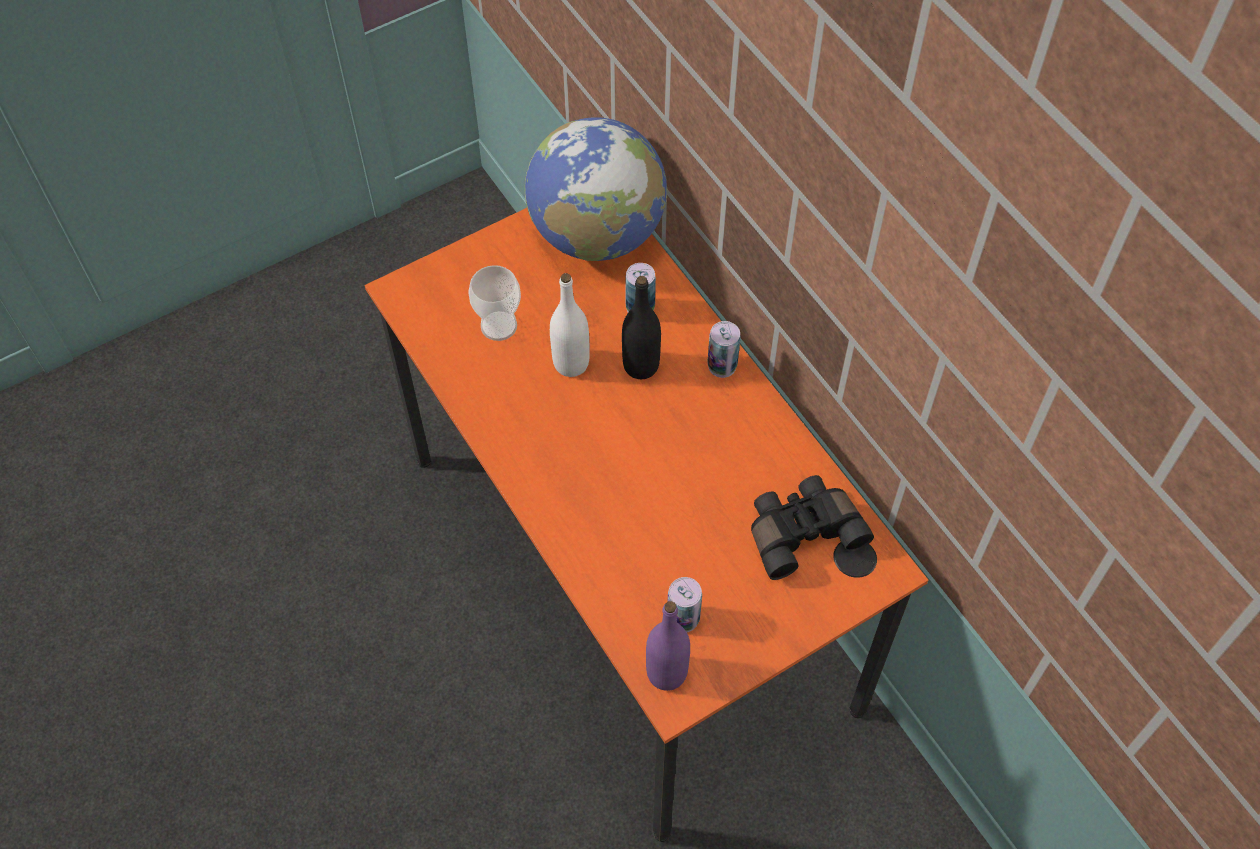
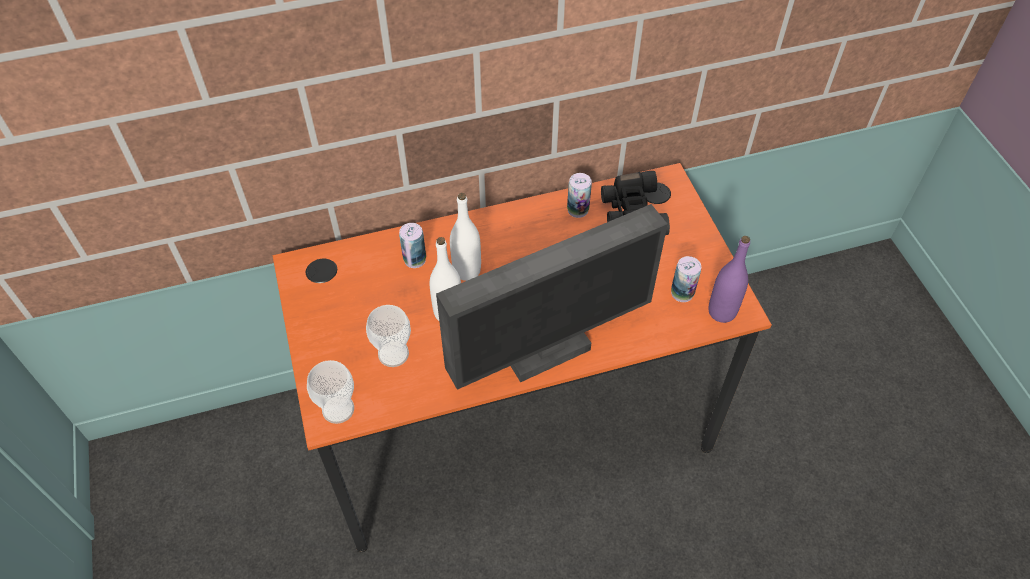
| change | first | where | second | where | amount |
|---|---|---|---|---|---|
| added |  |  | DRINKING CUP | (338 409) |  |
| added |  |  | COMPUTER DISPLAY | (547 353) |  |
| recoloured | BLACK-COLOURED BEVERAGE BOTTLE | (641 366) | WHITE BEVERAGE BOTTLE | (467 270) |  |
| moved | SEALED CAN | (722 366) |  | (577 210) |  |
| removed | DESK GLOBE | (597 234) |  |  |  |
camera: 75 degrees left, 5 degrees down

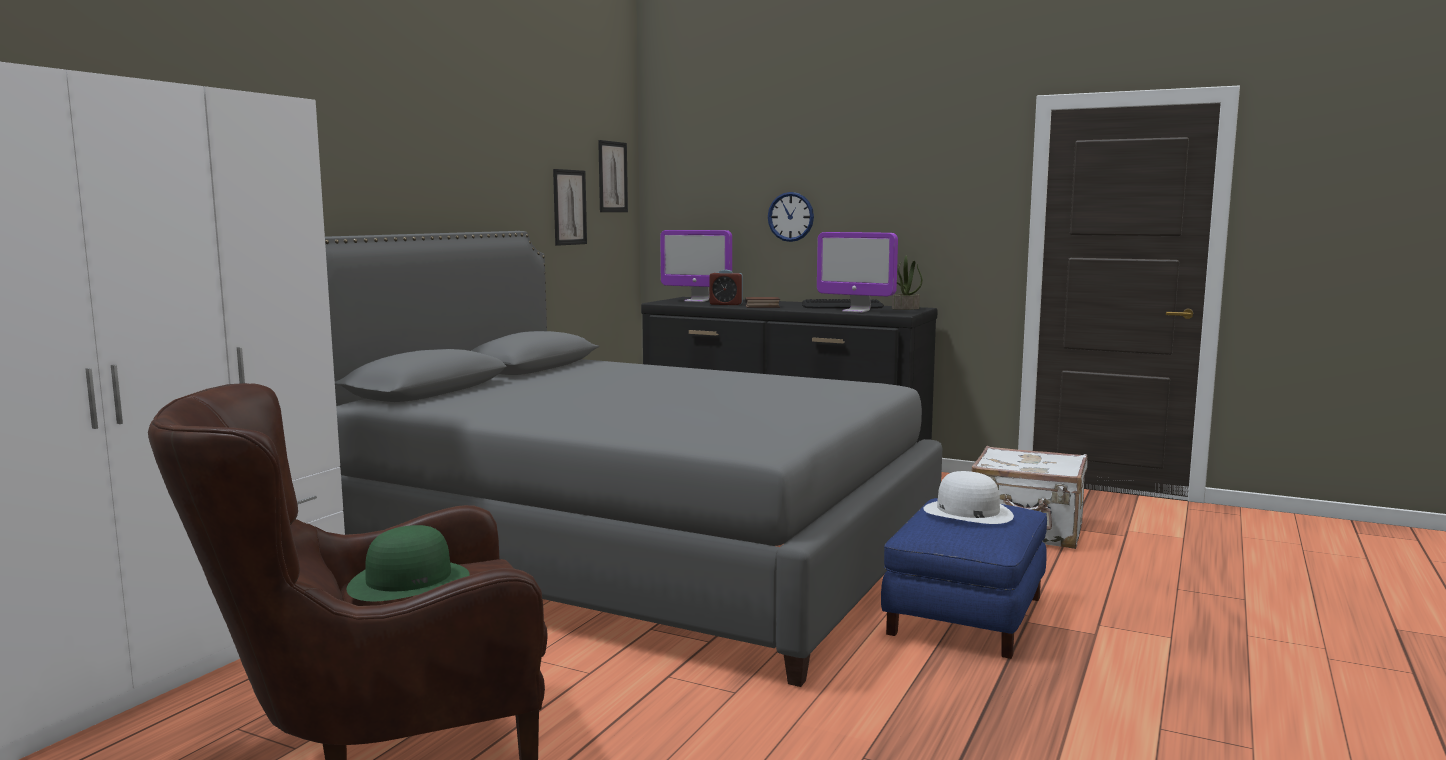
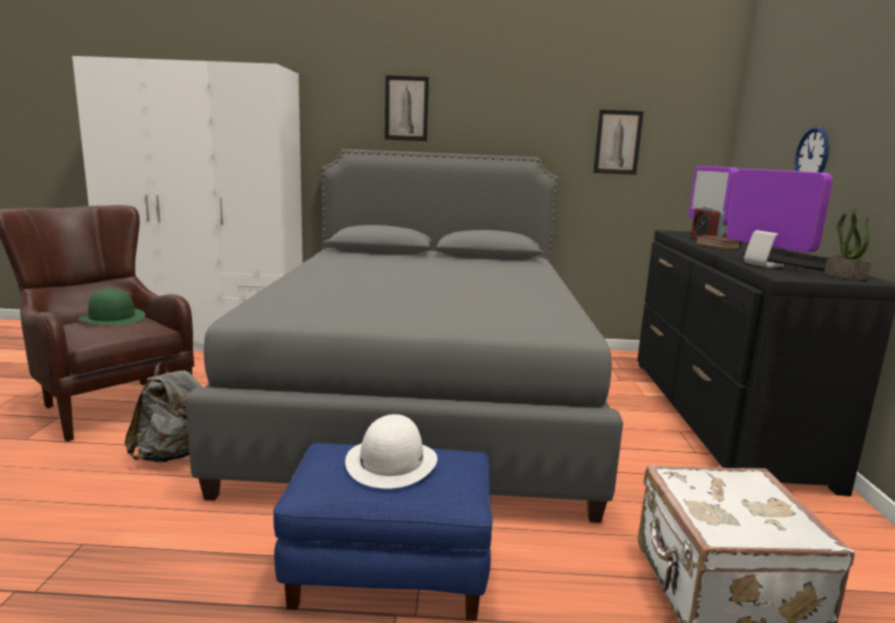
| change | first | where | second | where | amount |
|---|---|---|---|---|---|
| added |  |  | GREY RUCKSACK | (175 455) |  |
| moved | PICTURE | (612 177) |  | (406 108) |  |
| turned | COMPUTER DISPLAY | (856 311) |  | (763 265) | 150 degrees clockwise |
camera: 65 degrees right, 5 degrees up

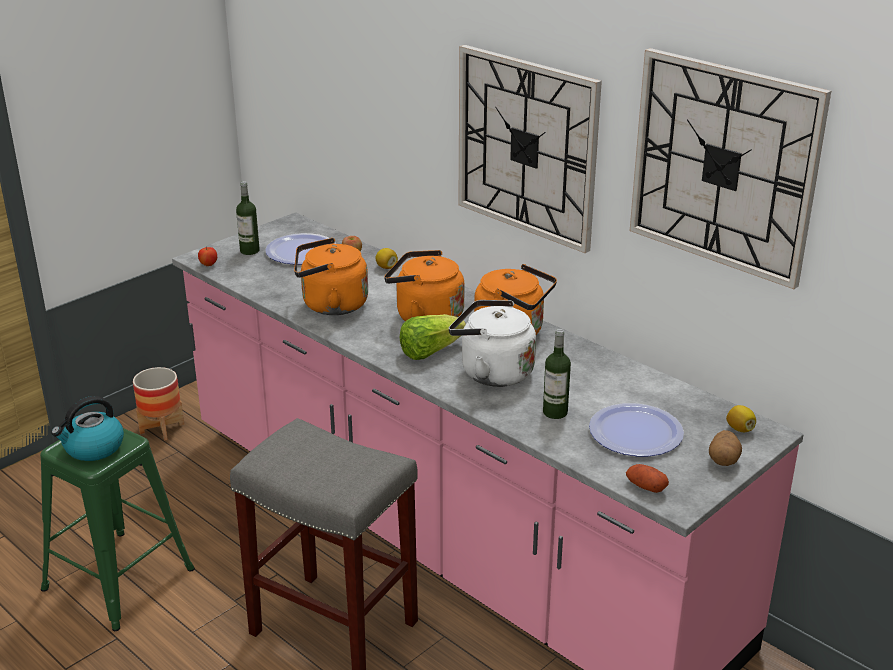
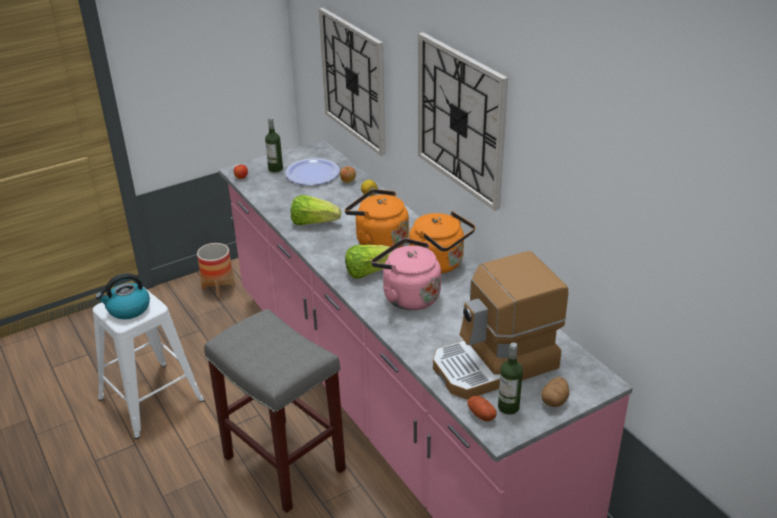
| change | first | where | second | where | amount |
|---|---|---|---|---|---|
| recoloured | GREEN-COLOURED STOOL SEAT | (120 578) | WHITE STOOL SEAT | (152 399) |  |
| replaced | ORANGEY KETTLE | (330 305) | HEAD OF LETTUCE | (313 222) |  |
| moved | HANGING CLOCK | (723 166) |  | (354 80) |  |
| recoloured | WHITE KETTLE | (492 372) | PINK-COLOURED KETTLE | (407 296) |  |
| replaced | FLAT DISH | (636 432) | COFFEE MAKER | (495 365) |  |
| moved | BEVERAGE BOTTLE | (555 412) |  | (508 407) |  |
| removed | CITRUS FRUIT | (739 429) |  |  |  |
camera: 15 degrees right, 5 degrees up

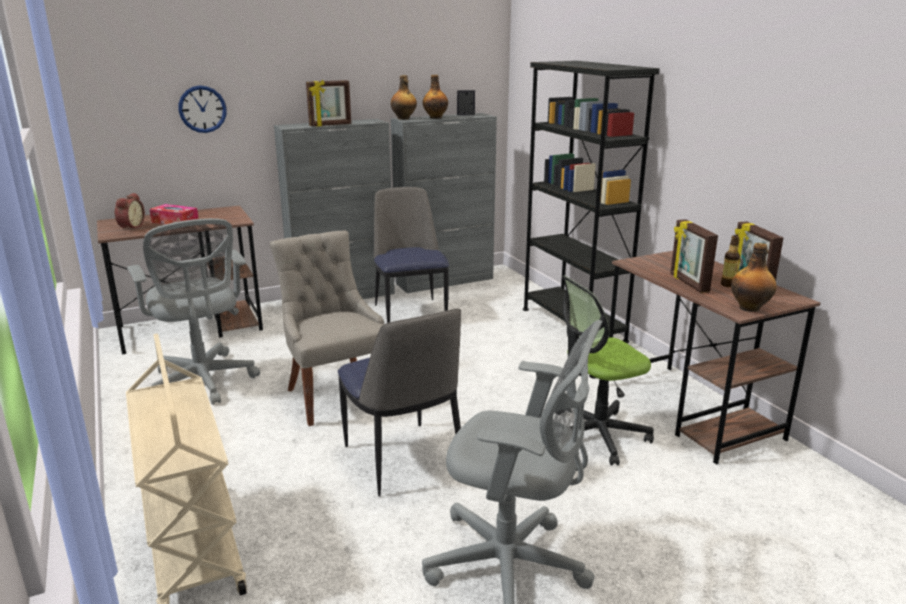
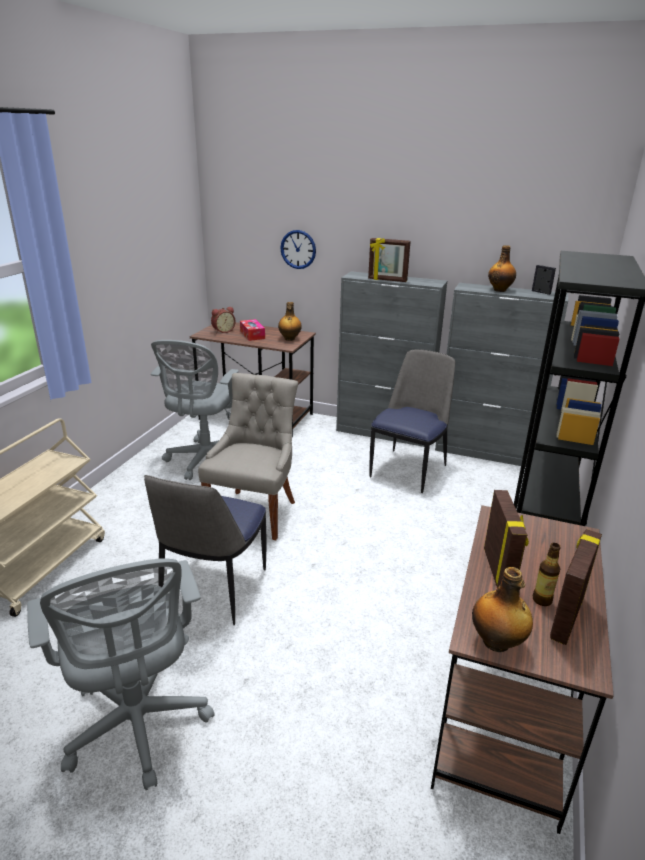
| change | first | where | second | where | amount |
|---|---|---|---|---|---|
| moved | BEVERAGE BOTTLE | (403 118) |  | (289 339) |  |
| turned | PHOTO FRAME | (688 283) |  | (499 572) | 150 degrees clockwise |
| removed | DESK CHAIR | (596 434) |  |  |  |
camera: 45 degrees right, 5 degrees up

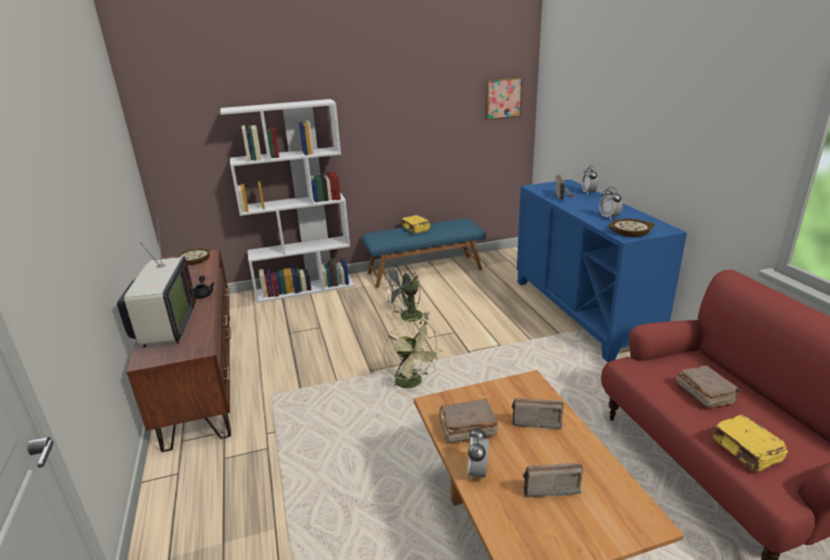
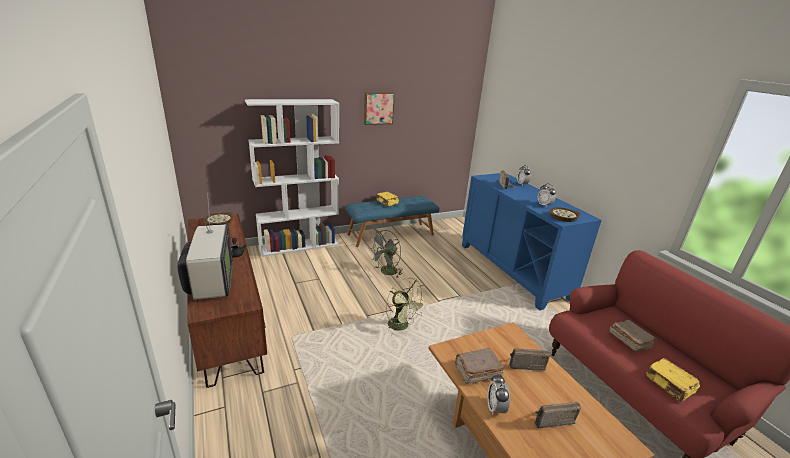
| change | first | where | second | where | amount |
|---|---|---|---|---|---|
| moved | PICTURE | (502 98) |  | (378 108) |  |
camera: 10 degrees left, 0 degrees up

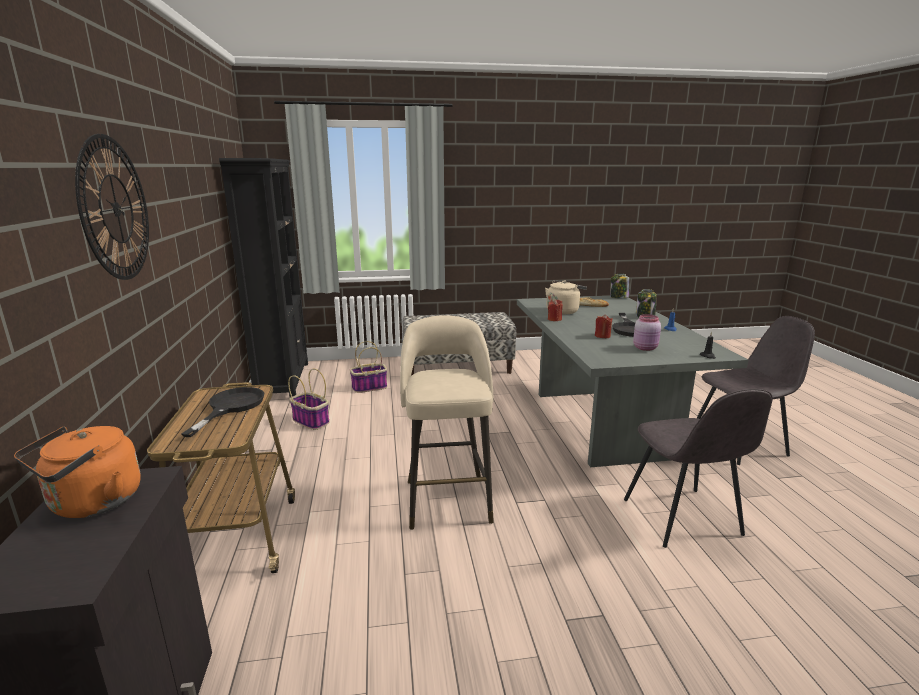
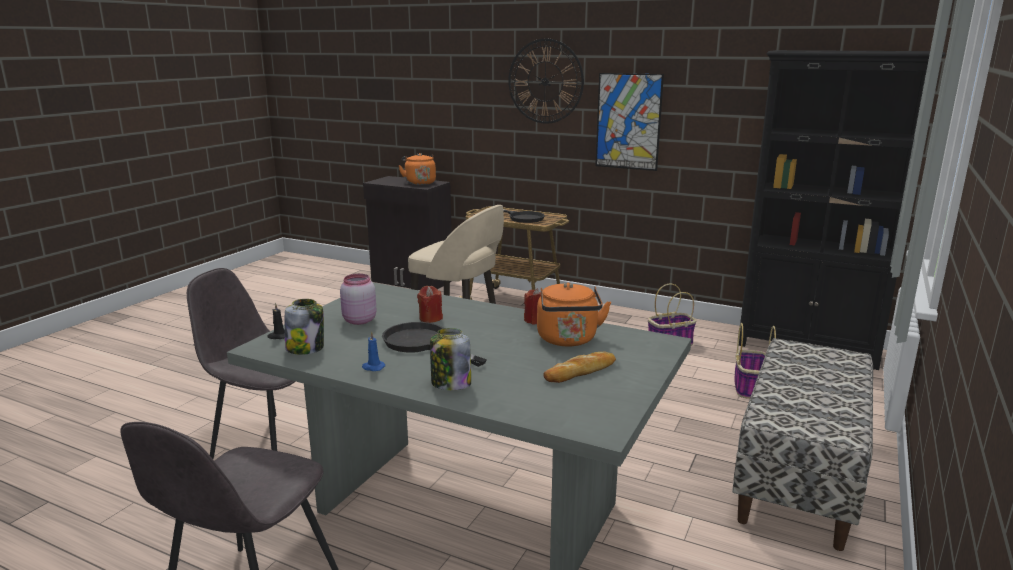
| change | first | where | second | where | amount |
|---|---|---|---|---|---|
| moved | STORAGE JAR | (618 297) |  | (306 348) |  |
| recoloured | BEIGE KETTLE | (563 311) | ORANGEY KETTLE | (568 340) |  |
| added |  |  | PICTURE | (628 121) |  |
camera: 125 degrees right, 0 degrees up

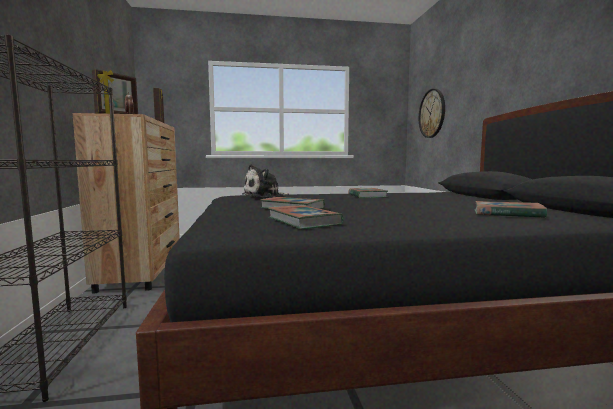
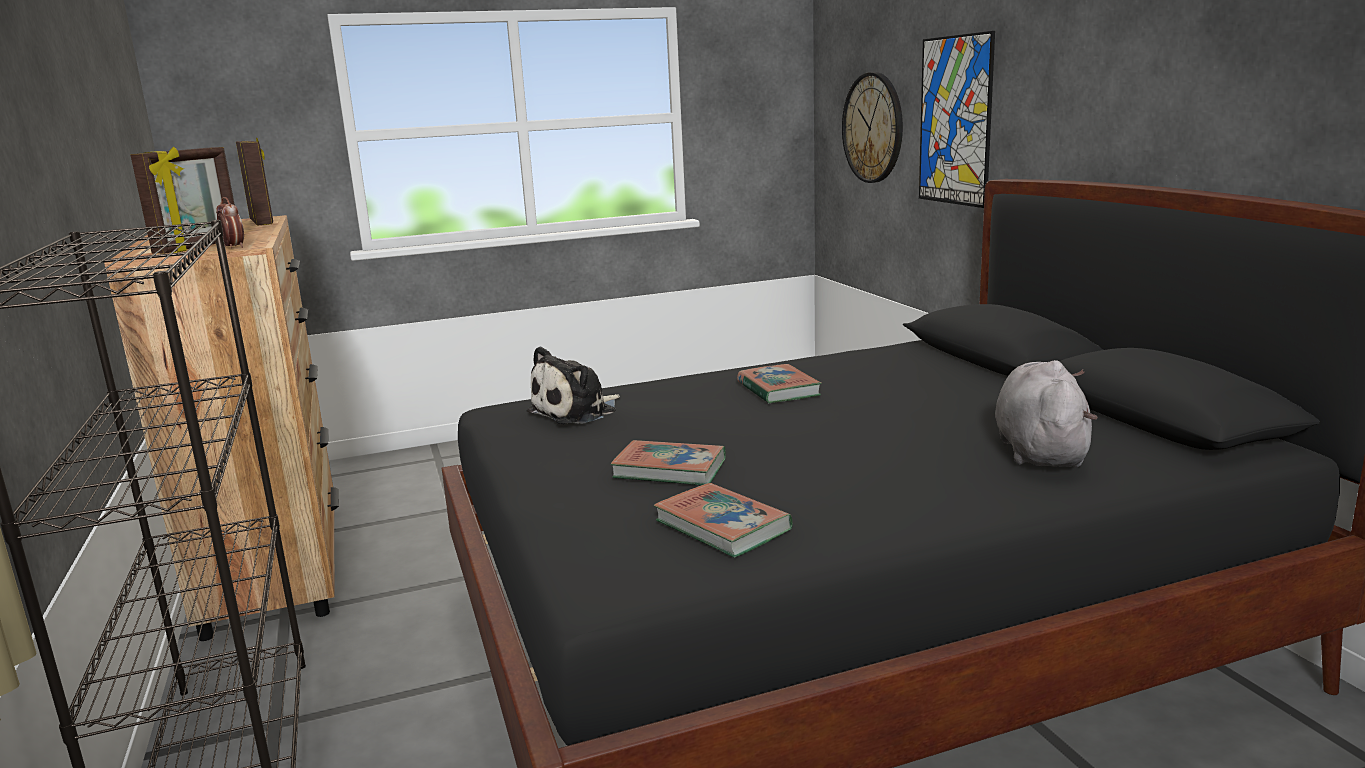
| change | first | where | second | where | amount |
|---|---|---|---|---|---|
| added |  |  | PICTURE | (955 121) |  |
| replaced | BOOK | (507 214) | GREY CUDDLY TOY | (1039 451) |  |
camera: 10 degrees left, 10 degrees up

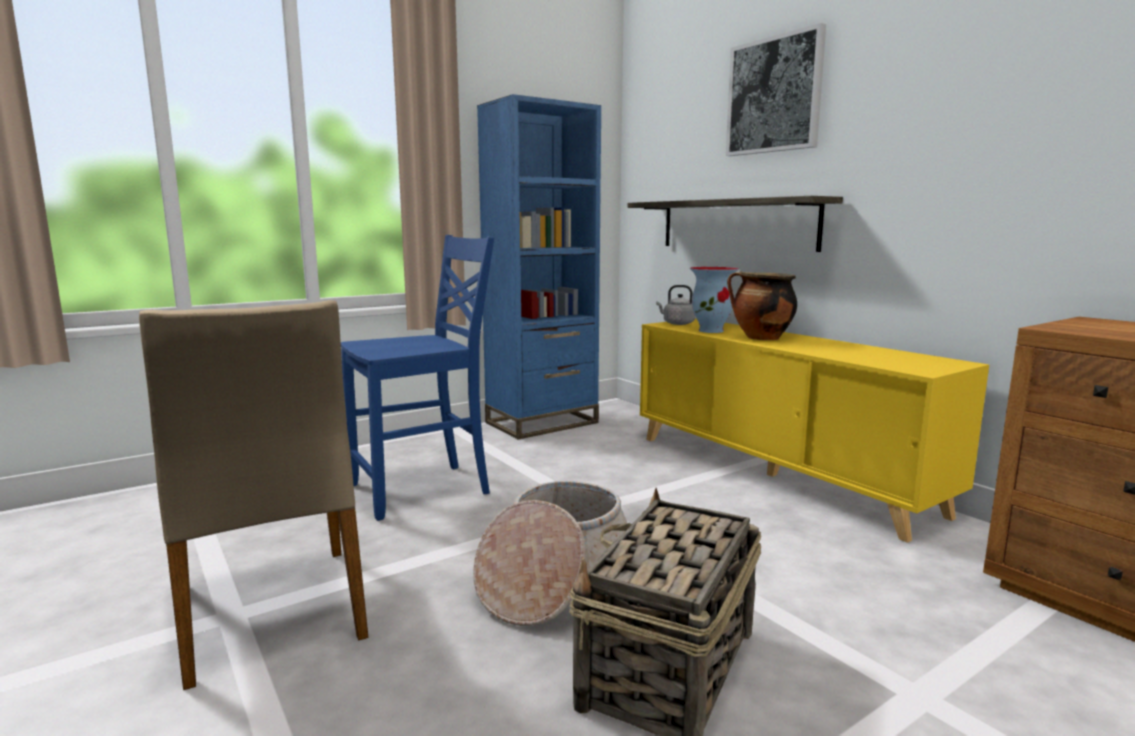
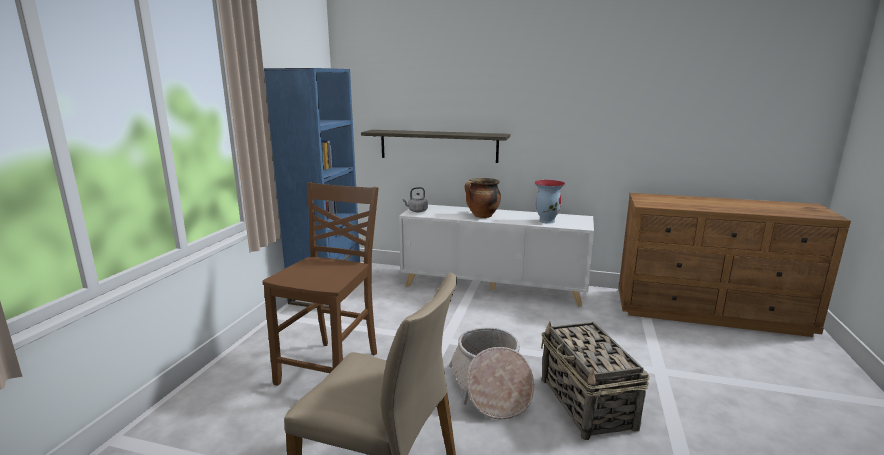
| change | first | where | second | where | amount |
|---|---|---|---|---|---|
| recoloured | BLUISH UPRIGHT CHAIR | (422 490) | BROWNISH UPRIGHT CHAIR | (332 367) |  |
| recoloured | YELLOWISH STORAGE CABINET | (778 473) | WHITE STORAGE CABINET | (494 287) |  |
| moved | VASE | (711 330) |  | (547 221) |  |
| removed | PICTURE | (774 95) |  |  |  |
camera: 40 degrees left, 5 degrees up

